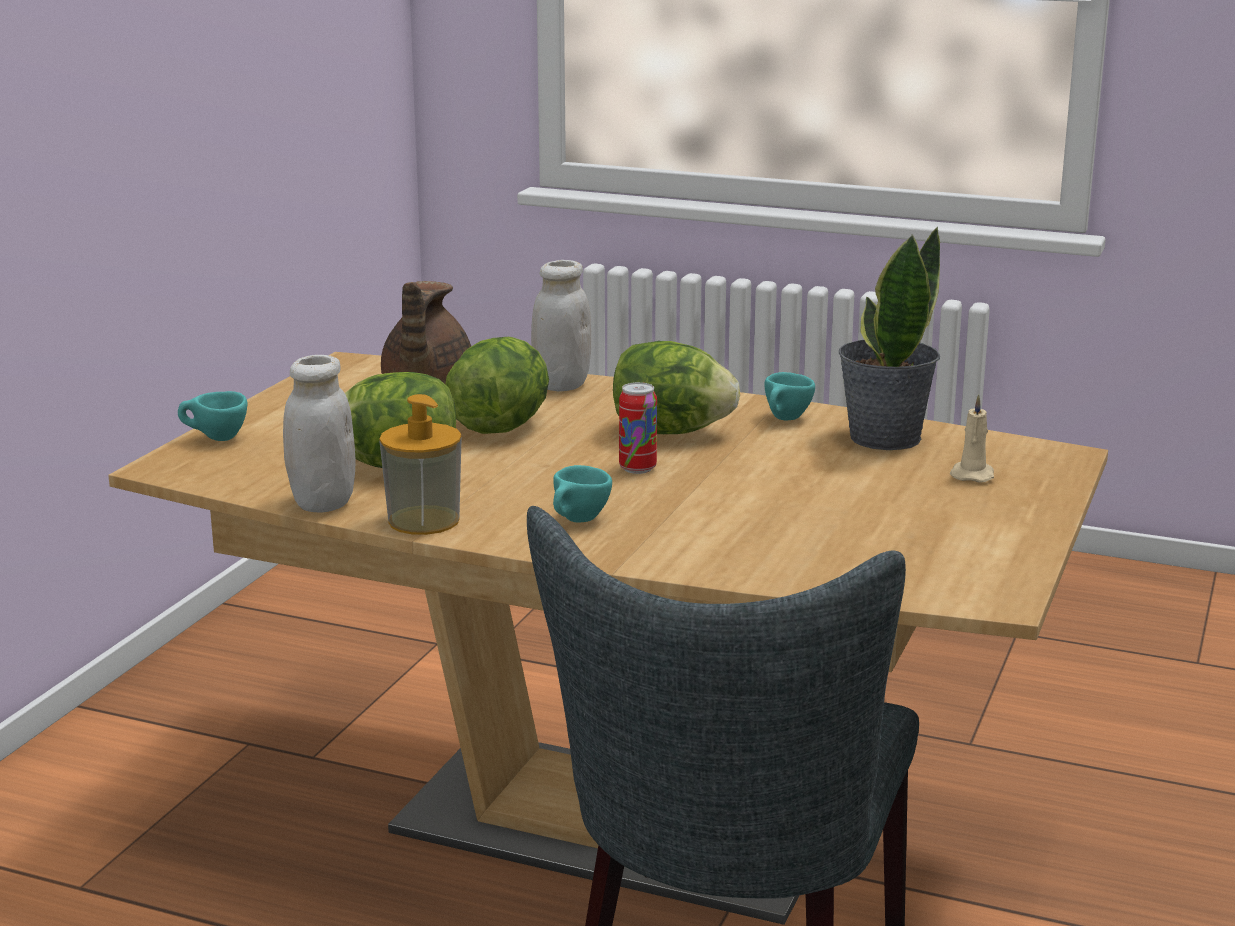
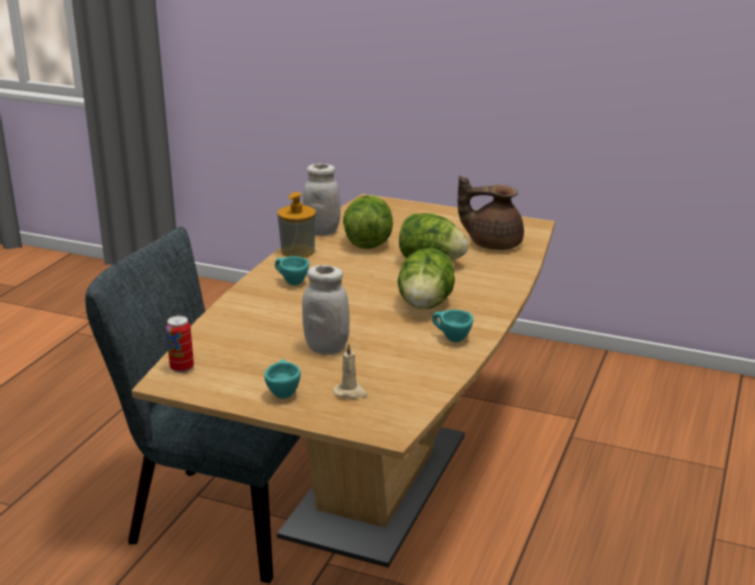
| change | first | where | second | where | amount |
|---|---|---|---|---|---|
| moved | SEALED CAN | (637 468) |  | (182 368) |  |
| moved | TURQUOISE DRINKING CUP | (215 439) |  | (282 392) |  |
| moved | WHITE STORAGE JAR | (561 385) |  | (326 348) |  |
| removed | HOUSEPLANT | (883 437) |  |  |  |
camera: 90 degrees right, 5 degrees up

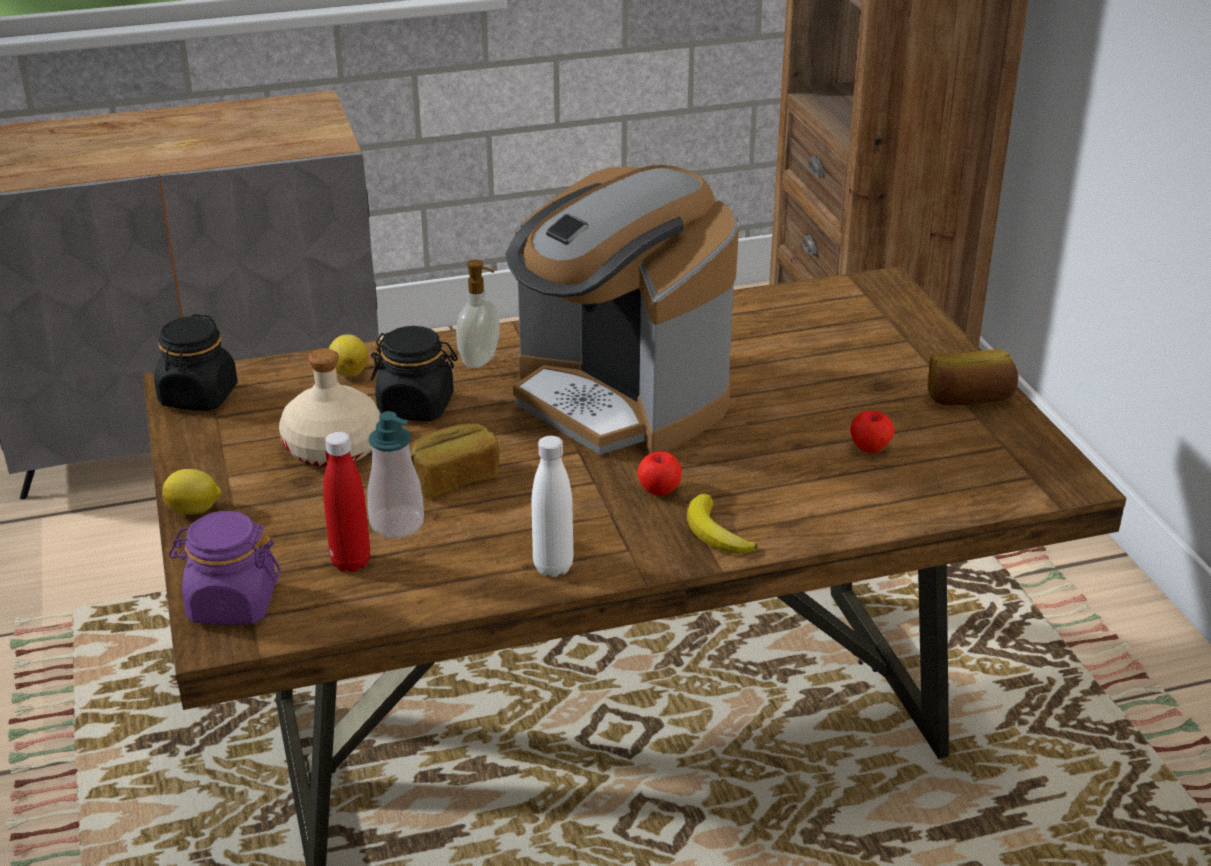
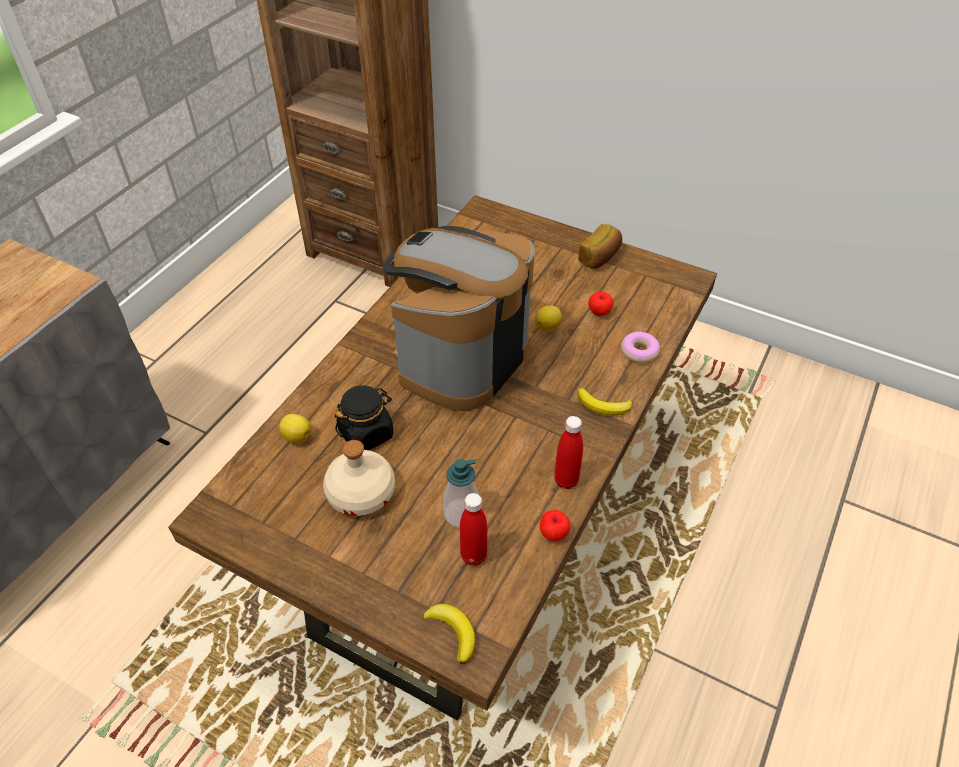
| change | first | where | second | where | amount |
|---|---|---|---|---|---|
| turned | COFFEE MAKER | (619 400) |  | (460 359) | 120 degrees clockwise |
| replaced | PURPLE STORAGE JAR | (231 604) | BANANA FRUIT | (453 632) |  |
| moved | CITRUS FRUIT | (194 510) |  | (548 327) |  |
| moved | APPLE FRUIT | (659 490) |  | (553 533) |  |
| recoloured | WHITE BEVERAGE BOTTLE | (553 567) | RED-COLOURED BEVERAGE BOTTLE | (566 480) |  |
| added |  |  | RING DOUGHNUT | (639 351) |  |
| removed | BLACK-COLOURED STORAGE JAR | (198 396) |  |  |  |
| removed | BREAD | (452 478) |  |  |  |
| removed | SOAP BOTTLE | (481 360) |  |  |  |
camera: 45 degrees left, 15 degrees up

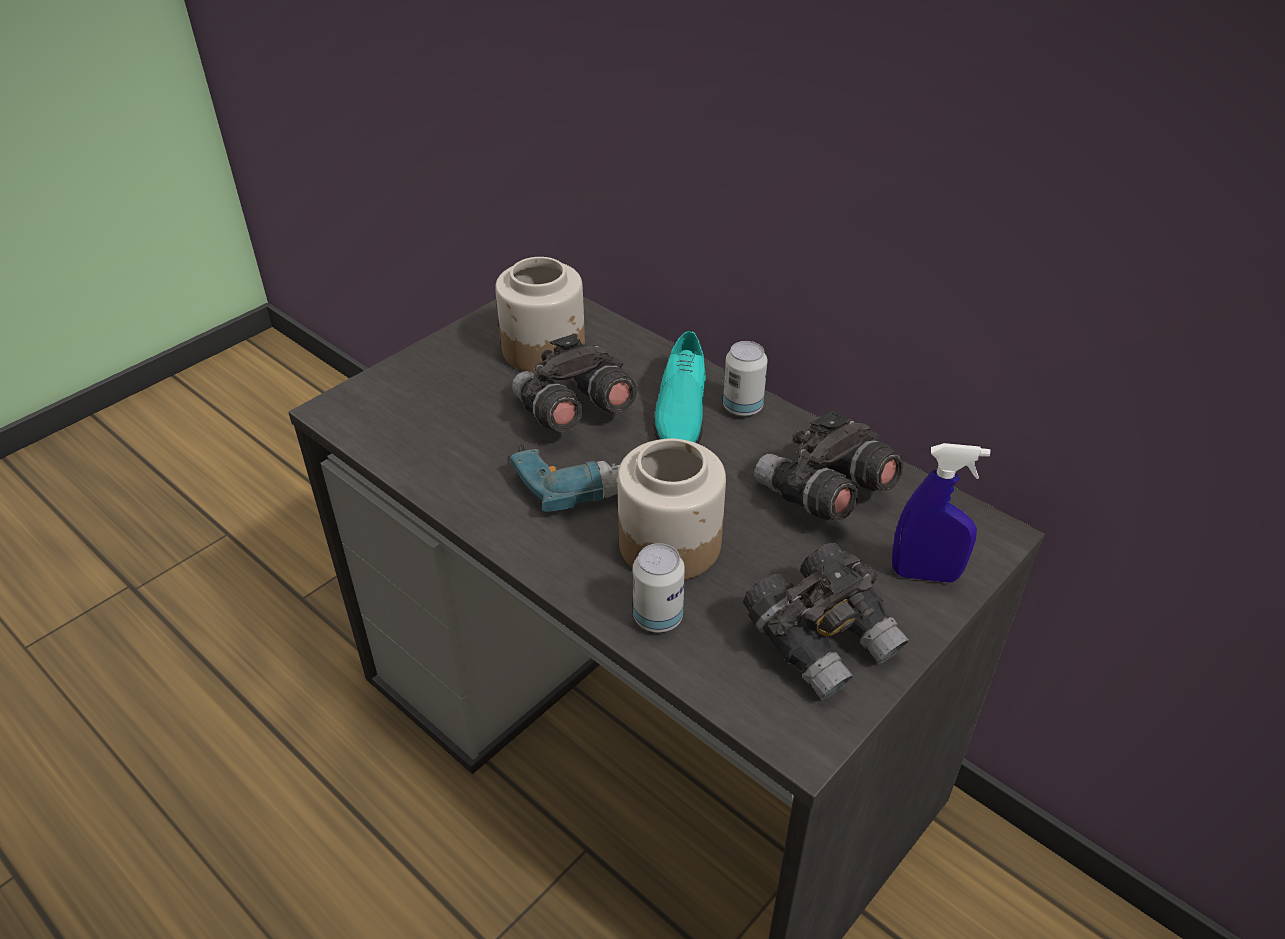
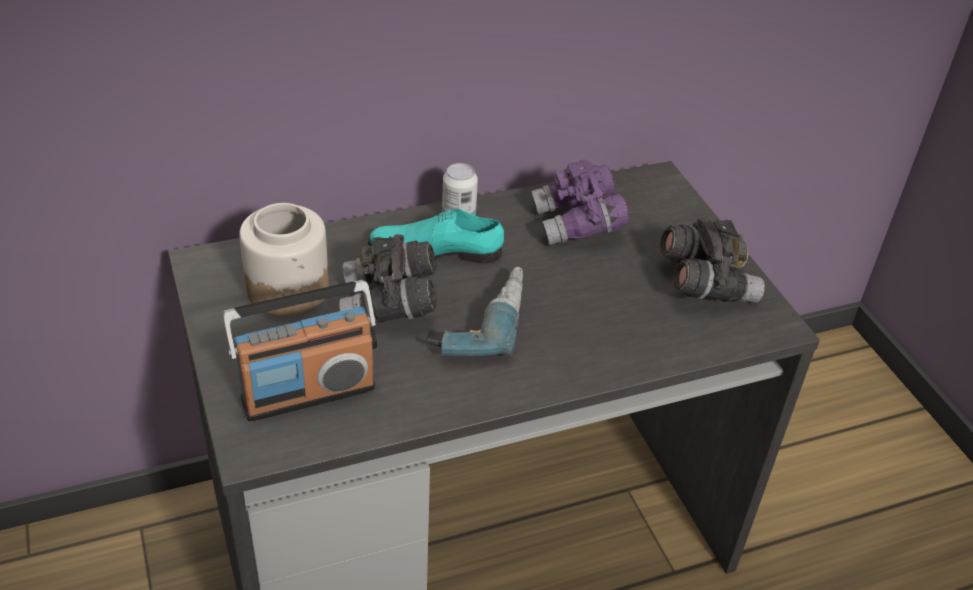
| change | first | where | second | where | amount |
|---|---|---|---|---|---|
| added |  |  | RADIO RECEIVER | (308 392) |  |
| turned | TURQUOISE ITEM OF FOOTWEAR | (680 410) |  | (435 249) | 150 degrees clockwise |
| recoloured | GREY PAIR OF BINOCULARS | (823 494) | PURPLE PAIR OF BINOCULARS | (578 224) |  |
| removed | STORAGE JAR | (670 543) |  |  |  |
| removed | SEALED CAN | (658 617) |  |  |  |
| removed | BLUISH SPRAYER | (925 574) |  |  |  |
camera: 65 degrees left, 0 degrees up

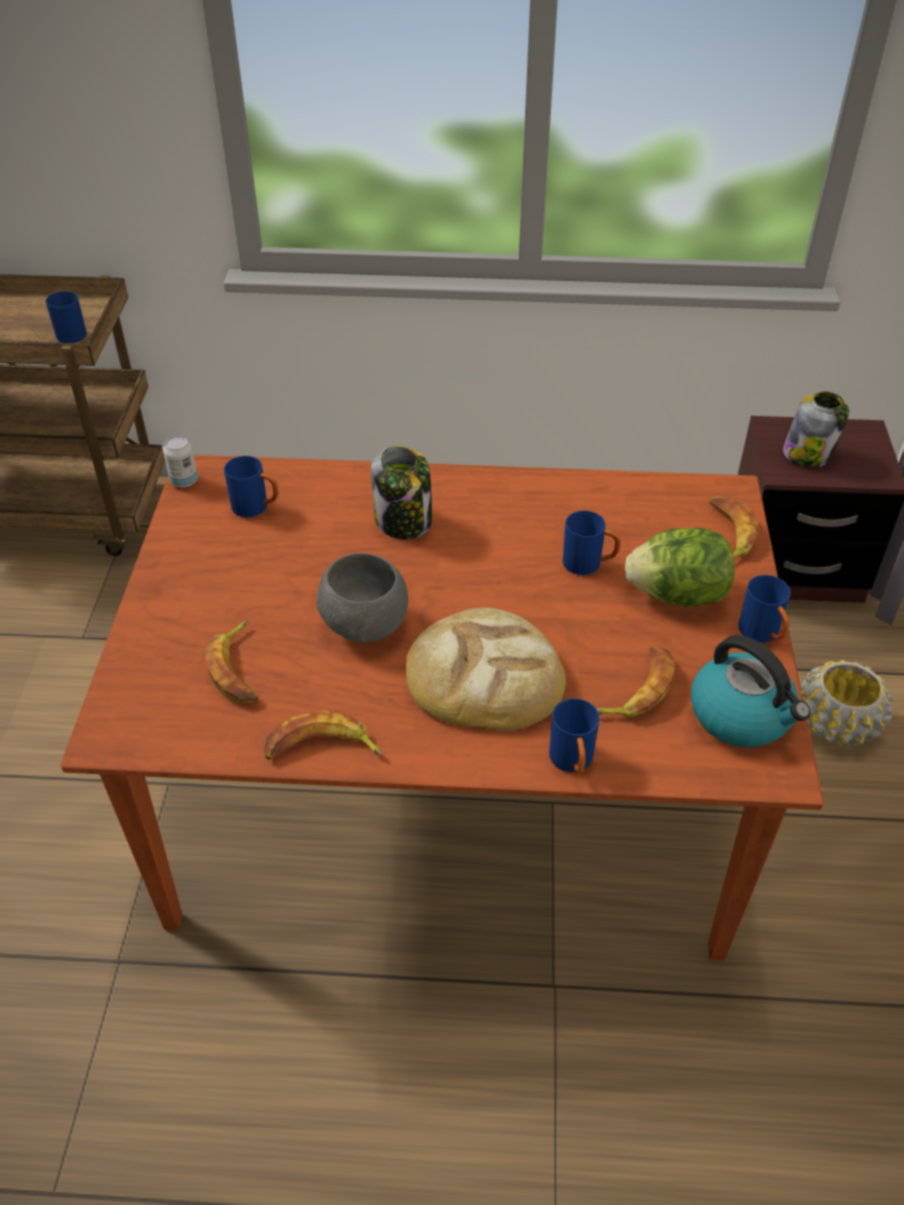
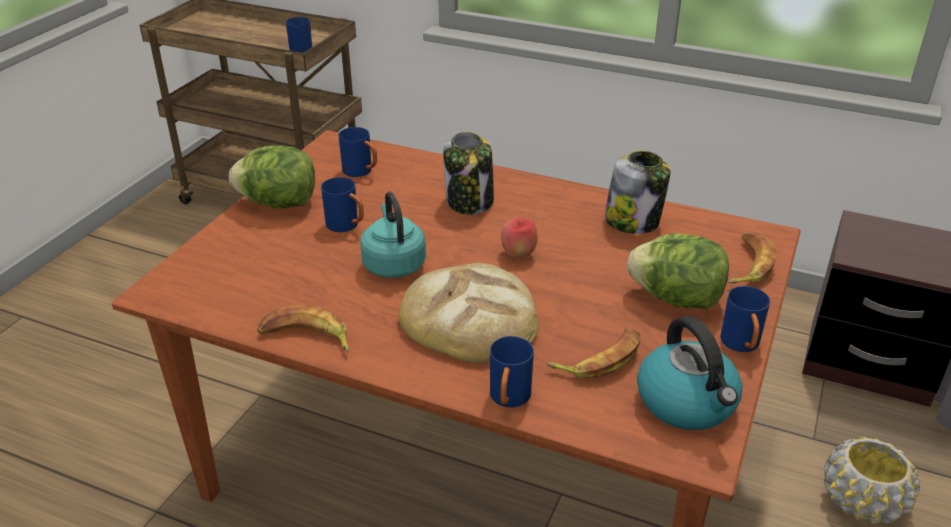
| change | first | where | second | where | amount |
|---|---|---|---|---|---|
| added |  |  | HEAD OF LETTUCE | (279 204) |  |
| moved | BLUISH TEA MUG | (589 564) |  | (347 226) |  |
| replaced | GREY SERVING BOWL | (363 626) | TURQUOISE KETTLE | (393 264) |  |
| added |  |  | APPLE FRUIT | (518 254) |  |
| moved | STORAGE JAR | (808 454) |  | (633 221) |  |
| removed | SEALED CAN | (184 481) |  |  |  |
| removed | BANANA FRUIT | (238 669) |  |  |  |
camera: 20 degrees right, 10 degrees down

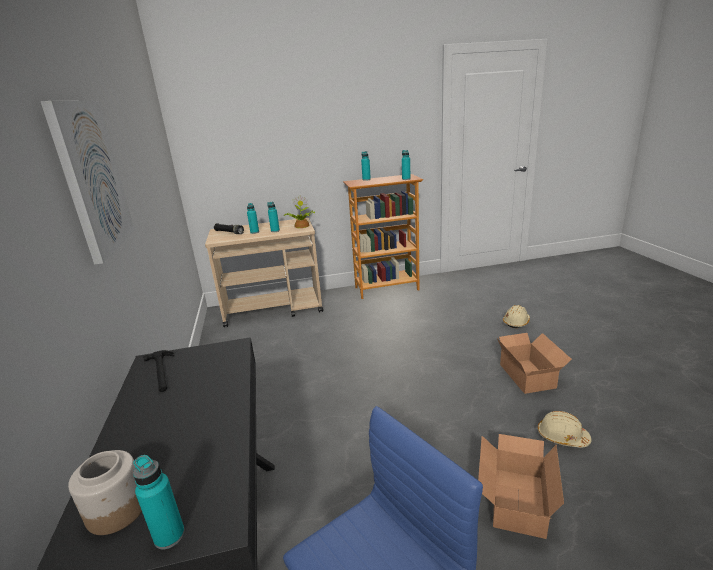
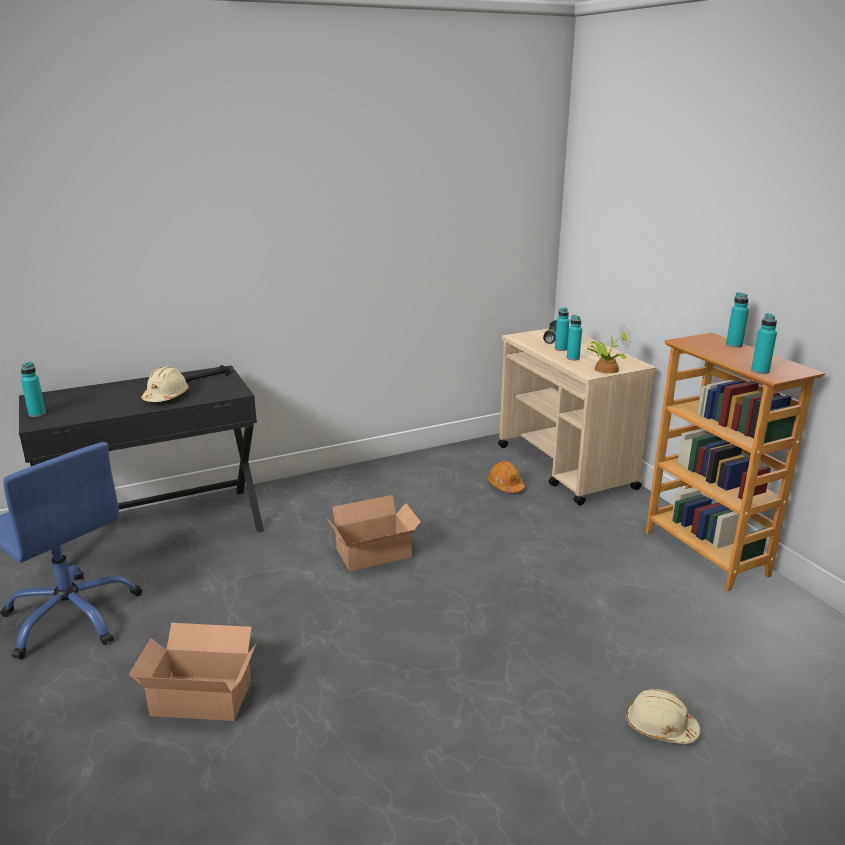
| change | first | where | second | where | amount |
|---|---|---|---|---|---|
| moved | BEIGE HARD HAT | (562 437) |  | (166 396) |  |
| moved | PACKING BOX | (528 375) |  | (376 554) |  |
| added |  |  | ORANGEY HARD HAT | (505 485) |  |
| removed | PICTURE | (91 178) |  |  |  |
| removed | STORAGE JAR | (116 510) |  |  |  |
camera: 75 degrees right, 0 degrees up

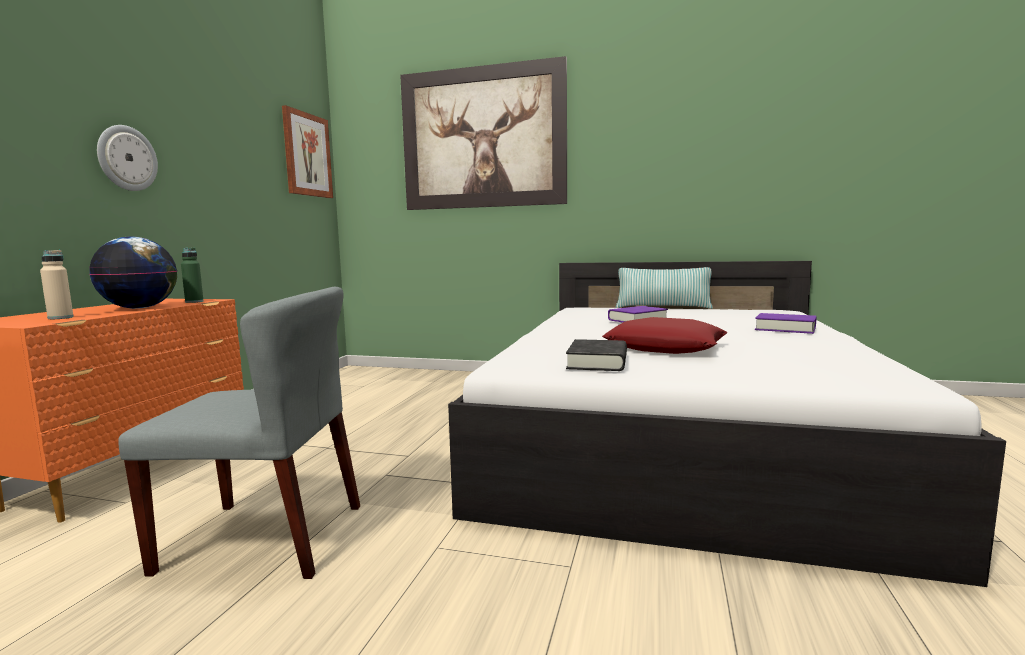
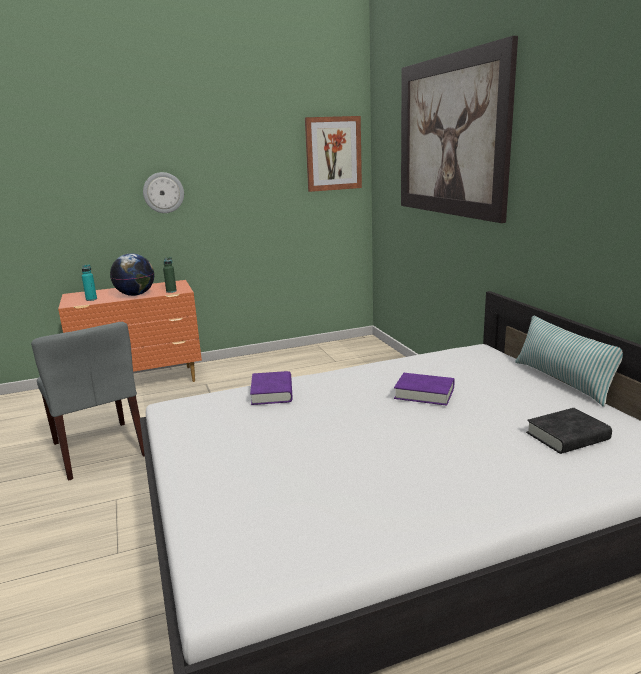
| change | first | where | second | where | amount |
|---|---|---|---|---|---|
| recoloured | BEIGE BEVERAGE BOTTLE | (60 318) | TURQUOISE BEVERAGE BOTTLE | (91 299) |  |
| moved | PURPLE BOOK | (785 328) |  | (272 392) |  |
| moved | BLACK-COLOURED BOOK | (597 362) |  | (567 436) |  |
| removed | RED-COLOURED CUSHION | (665 347) |  |  |  |
camera: 55 degrees right, 10 degrees up

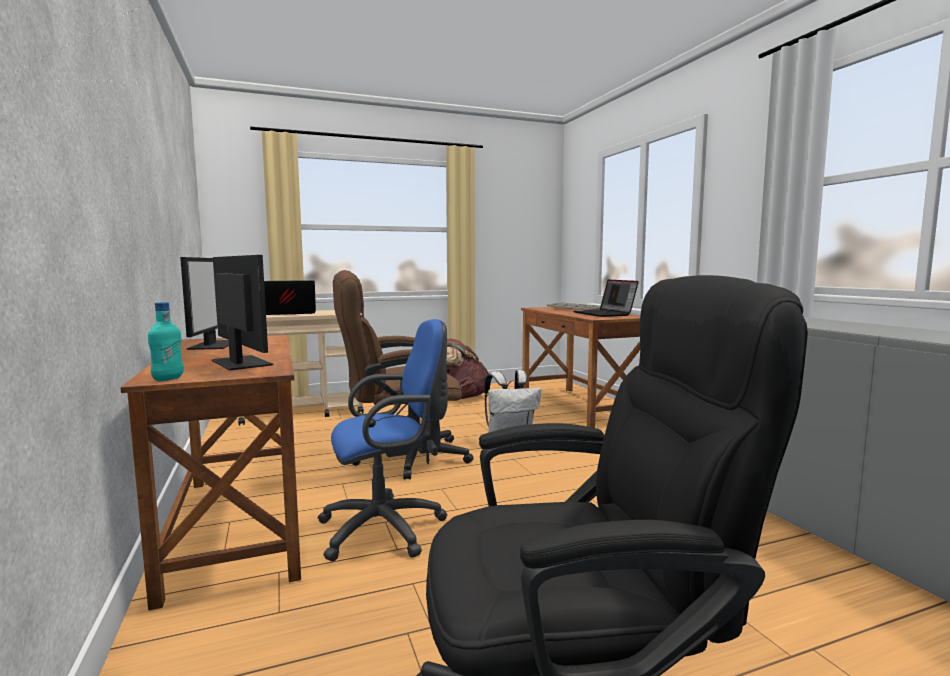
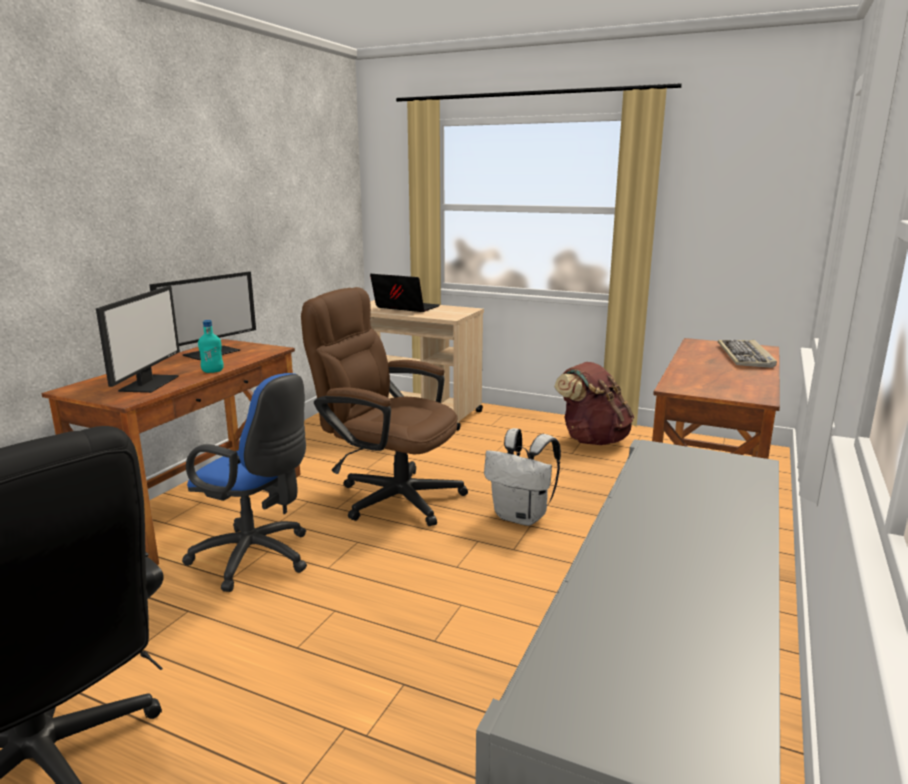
| change | first | where | second | where | amount |
|---|---|---|---|---|---|
| moved | TURQUOISE BEVERAGE BOTTLE | (168 379) |  | (212 371) |  |
| removed | NOTEBOOK COMPUTER | (605 314) |  |  |  |
camera: 45 degrees right, 10 degrees up

